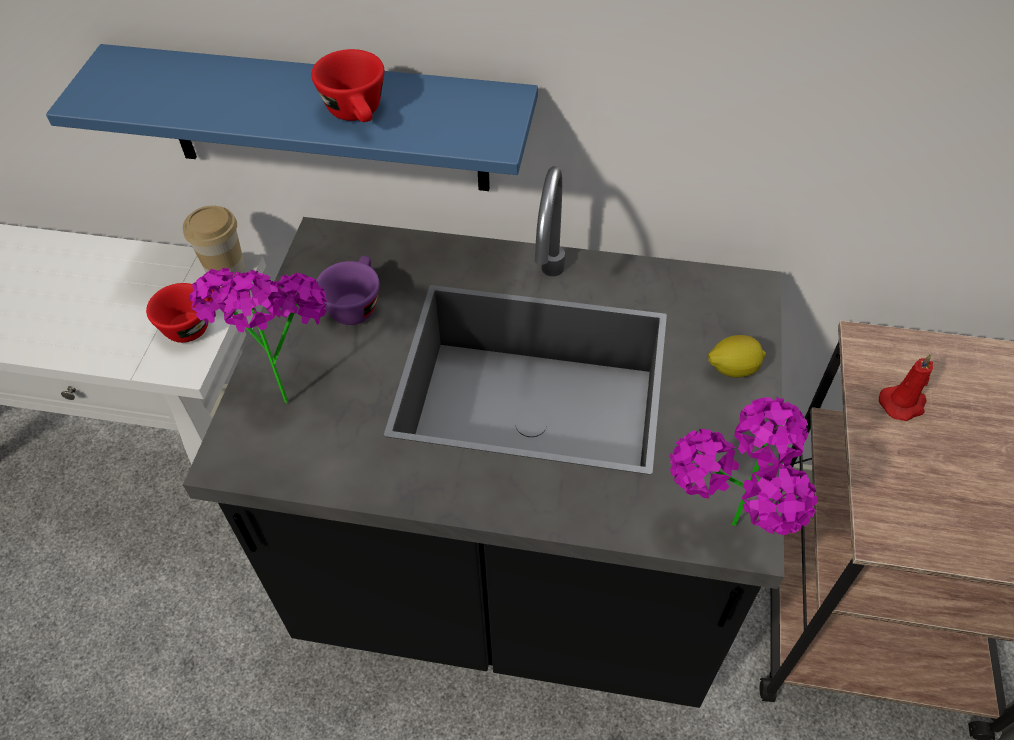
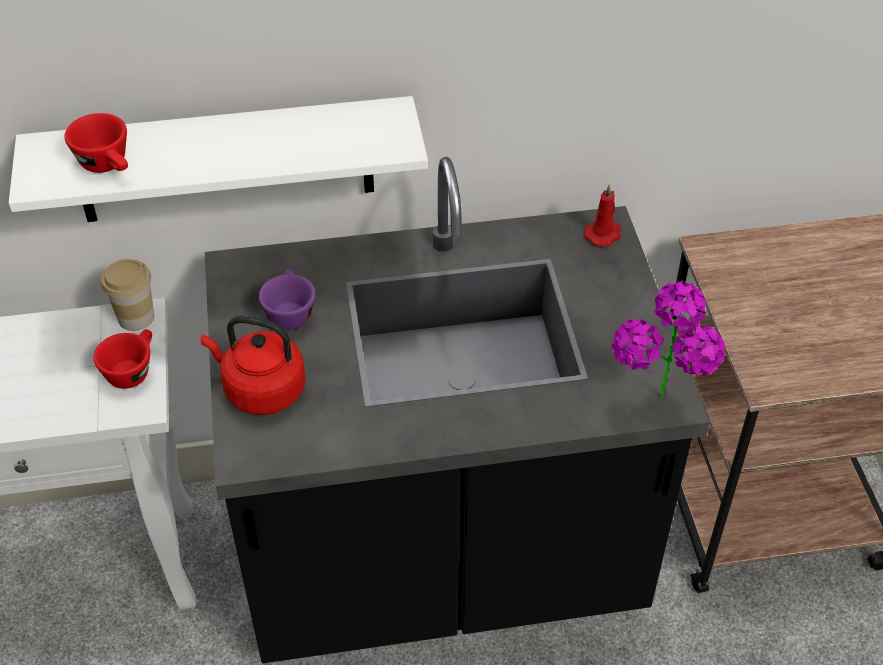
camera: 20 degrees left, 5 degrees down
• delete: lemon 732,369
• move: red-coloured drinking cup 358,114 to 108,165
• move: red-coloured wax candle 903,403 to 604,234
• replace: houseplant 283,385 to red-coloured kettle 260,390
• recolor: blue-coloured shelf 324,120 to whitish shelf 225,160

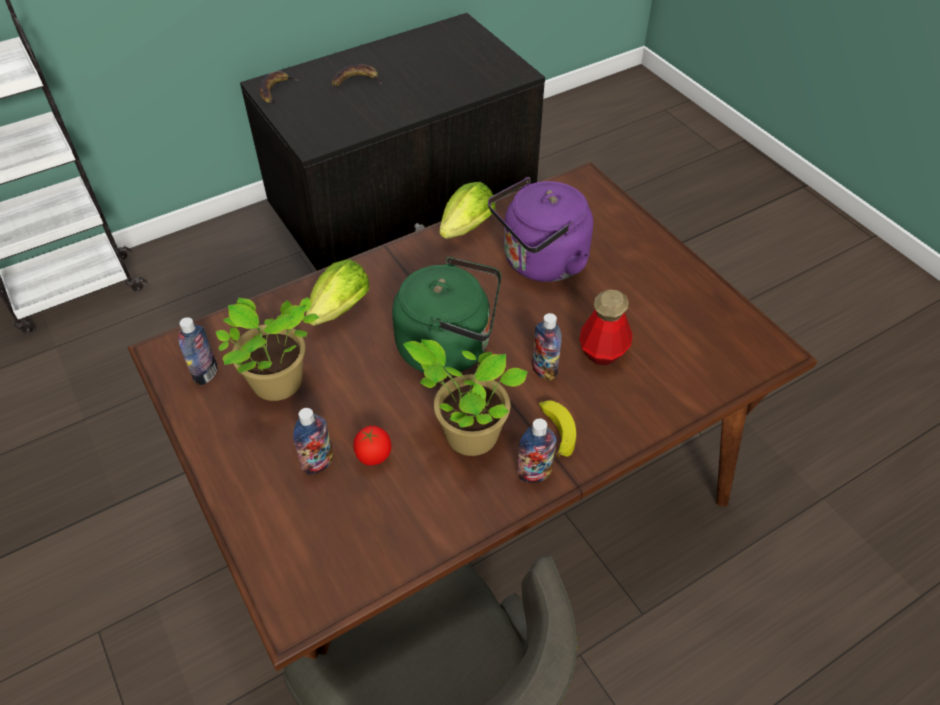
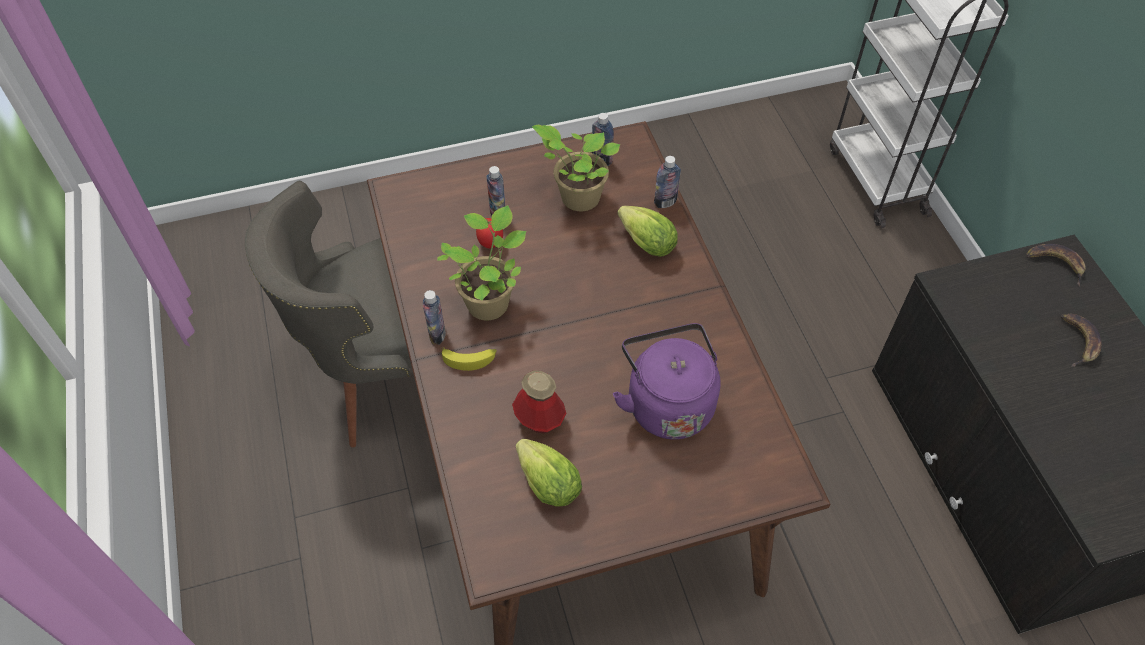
camera: 105 degrees right, 5 degrees up
• delete: greenish kettle 450,347
• move: lettuce 464,230 to 545,481
• move: beverage bottle 544,370 to 665,202

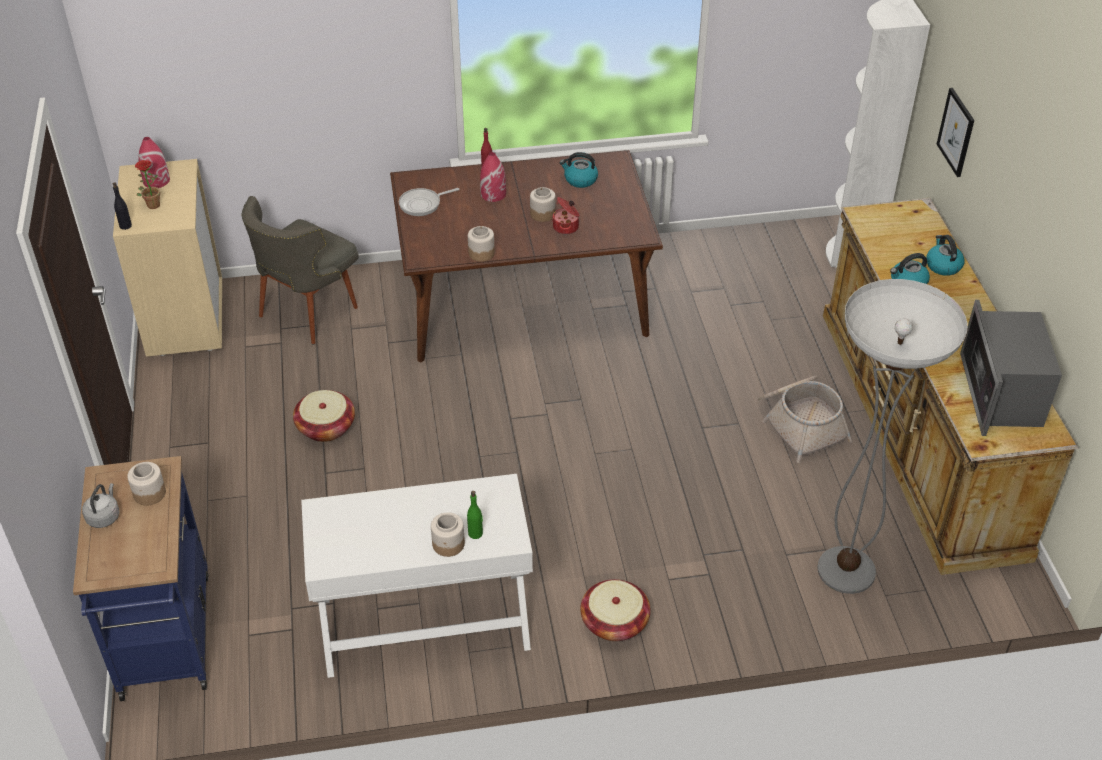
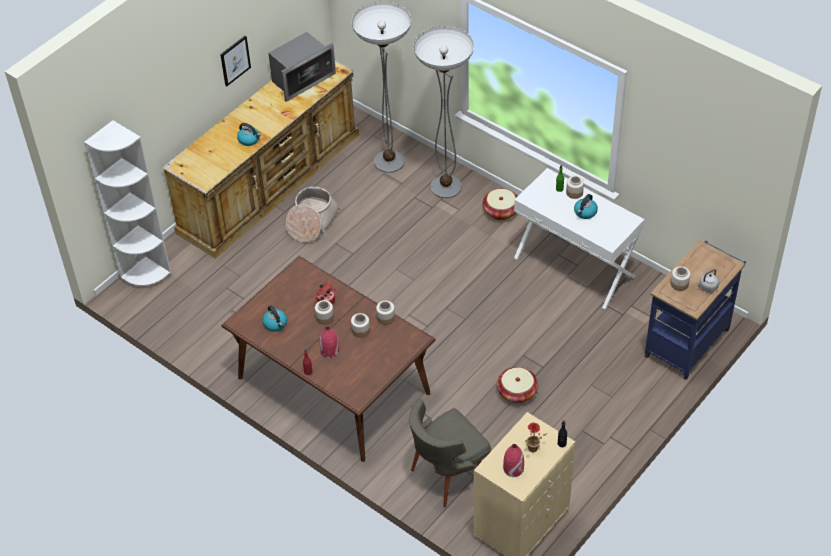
camera: 130 degrees left, 5 degrees up
• delete: frying pan 422,204
• insert: storage jar 361,330
• insert: standard lamp 446,187
• move: kettle 942,265 to 585,212
• move: wall picture 956,132 to 235,60
• rotate: gray upright chair 309,312 = 448,475 150 degrees clockwise

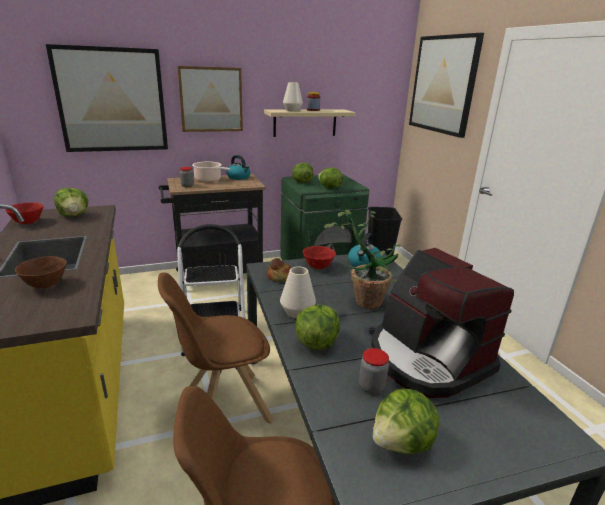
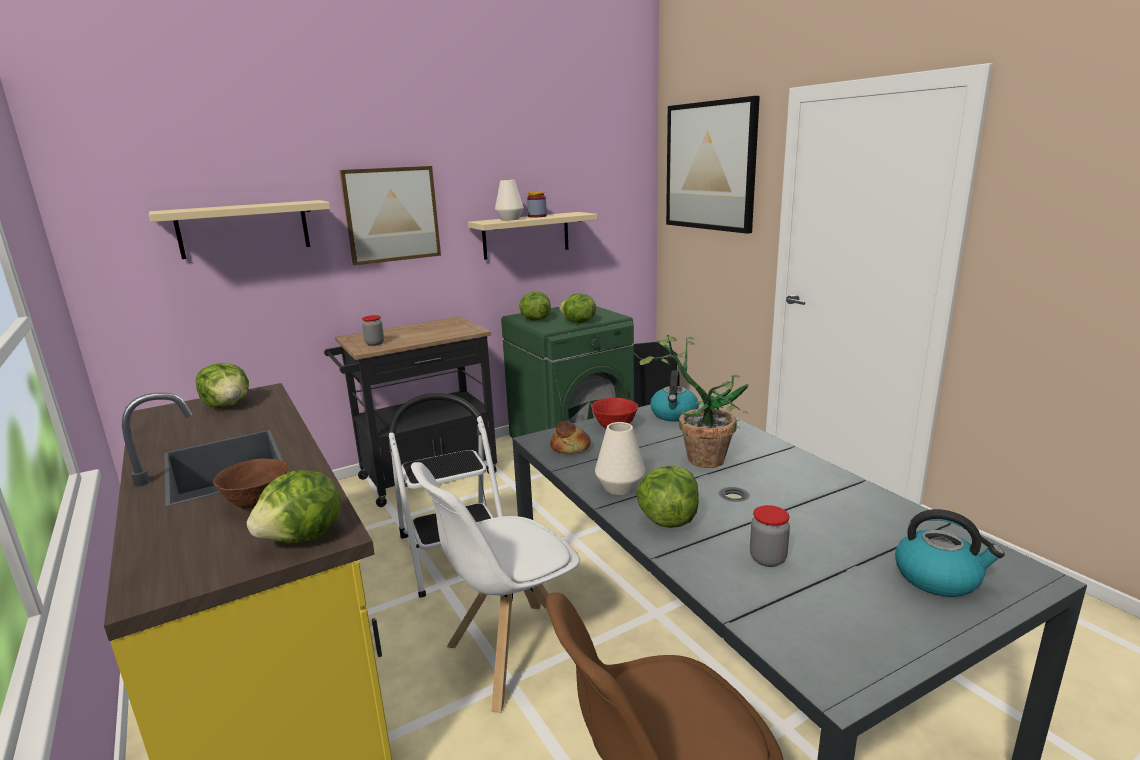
camera: 10 degrees left, 5 degrees down
• delete: red-coloured deep dish 28,222
• delete: saucepot 209,180
• delete: coffee maker 427,358
• move: kettle 239,177 to 938,578
• move: lettuce 402,443 to 304,538
• replace: wall picture 112,100 to beige-coloured shelf 244,229
• recolor: brownish upright chair 222,407 to whitish upright chair 512,656

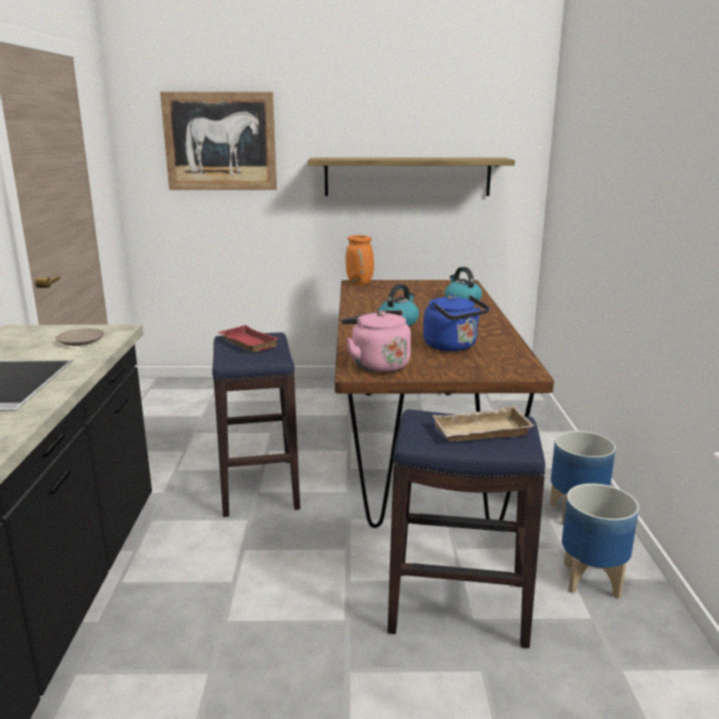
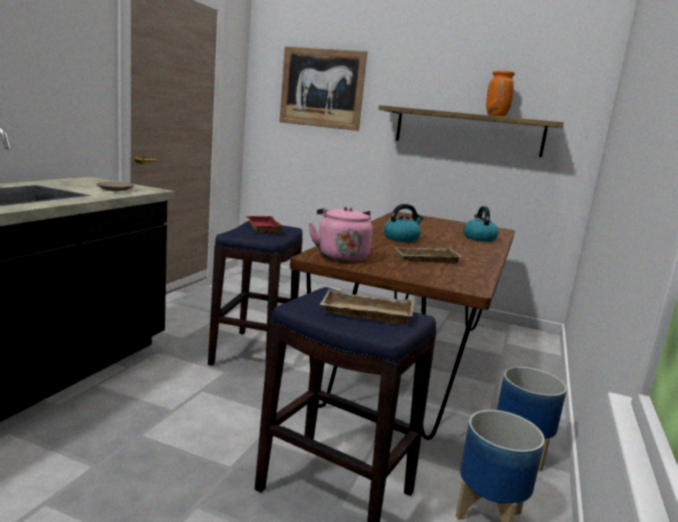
camera: 20 degrees right, 5 degrees down
• move: orange decorative vase 360,283 to 497,116
• replace: blue-coloured kettle 453,347 to beige-coloured tray 425,260

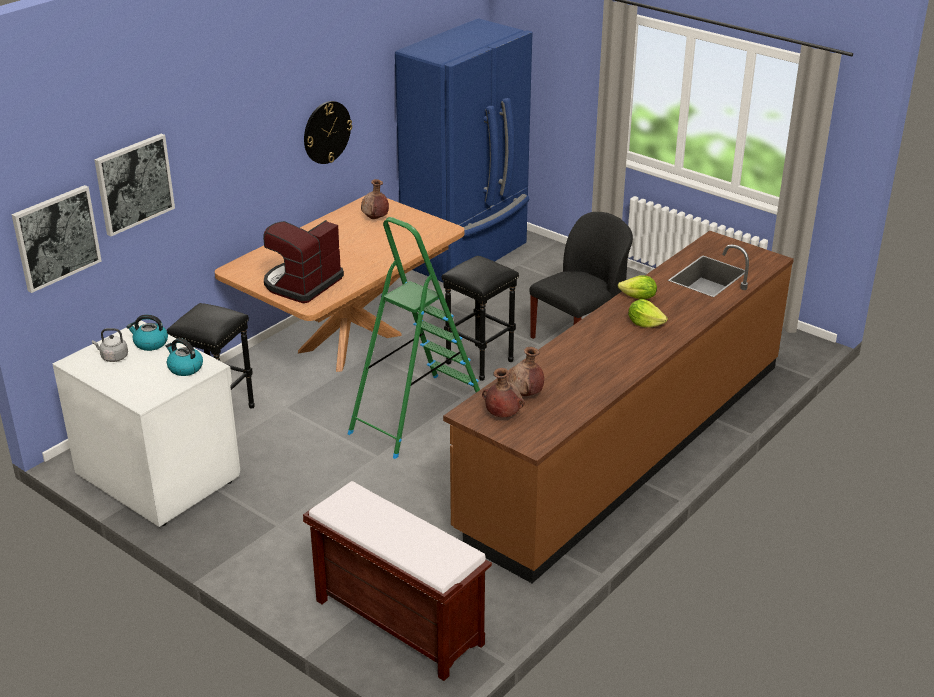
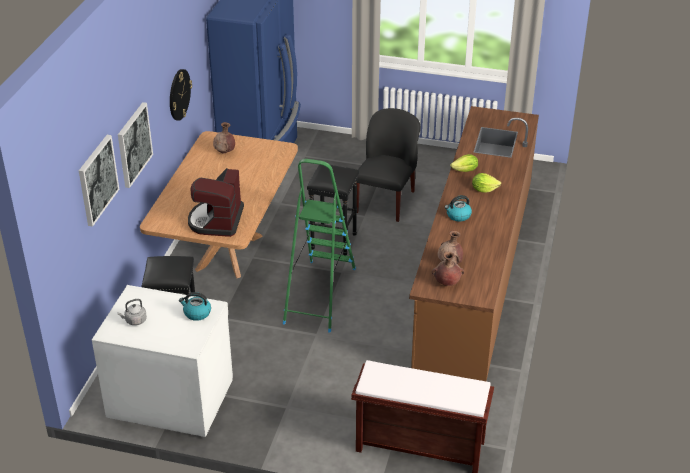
camera: 25 degrees left, 5 degrees up
• move: wall picture 56,237 to 133,144
• move: kettle 150,343 to 458,216

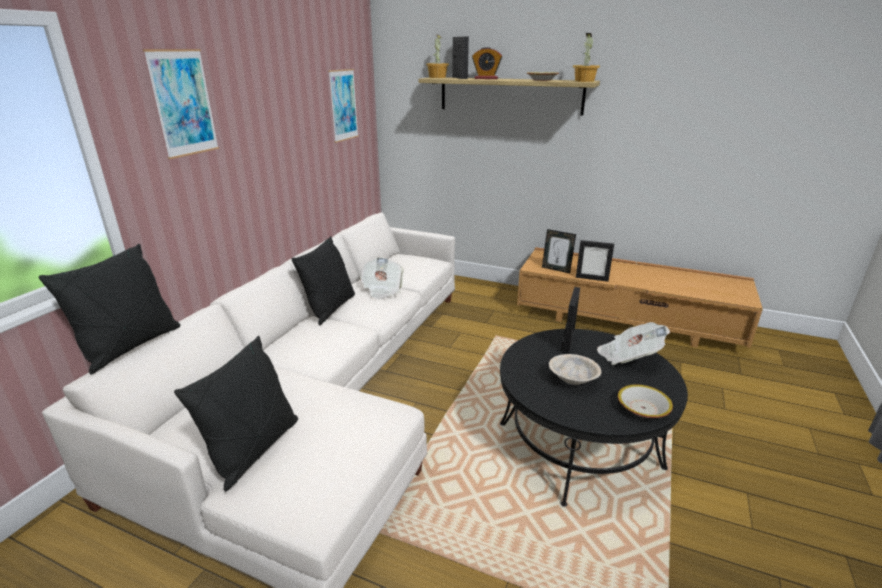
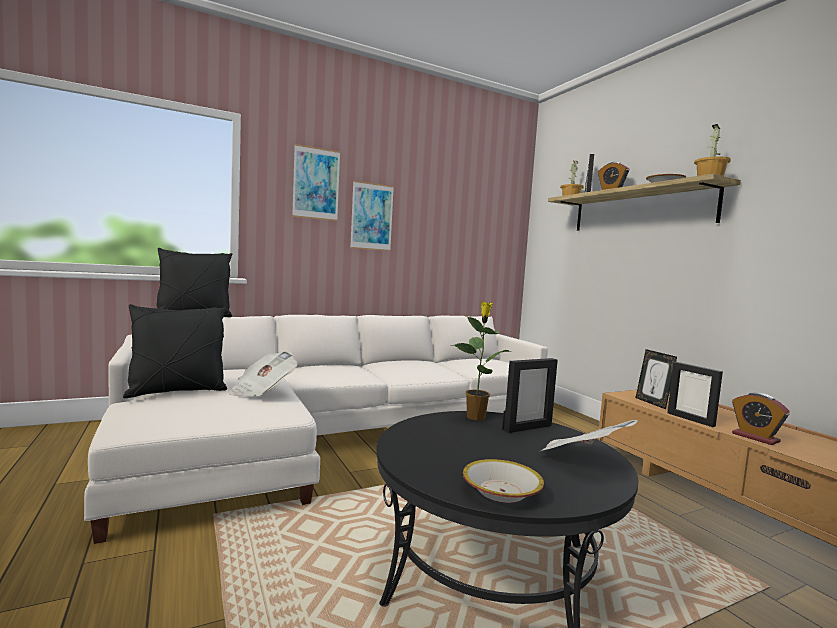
camera: 40 degrees right, 20 degrees down
• delete: blackish pillow 330,308
• delete: beige-coloured deep dish 572,379
• insert: houseplant 476,416
• insert: table clock 755,437
• move: wall picture 343,105 to 372,216
• move: printed paper 382,289 to 262,390

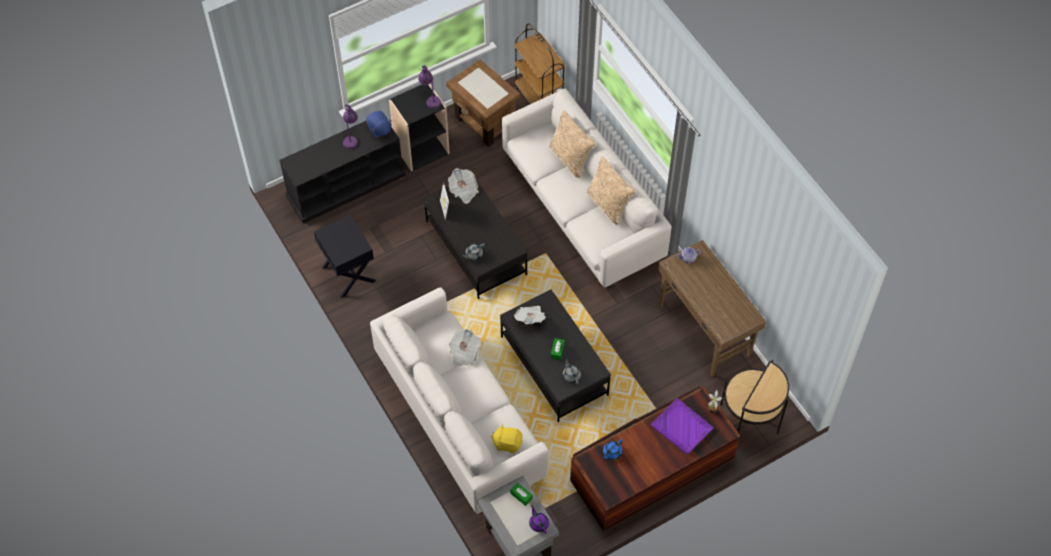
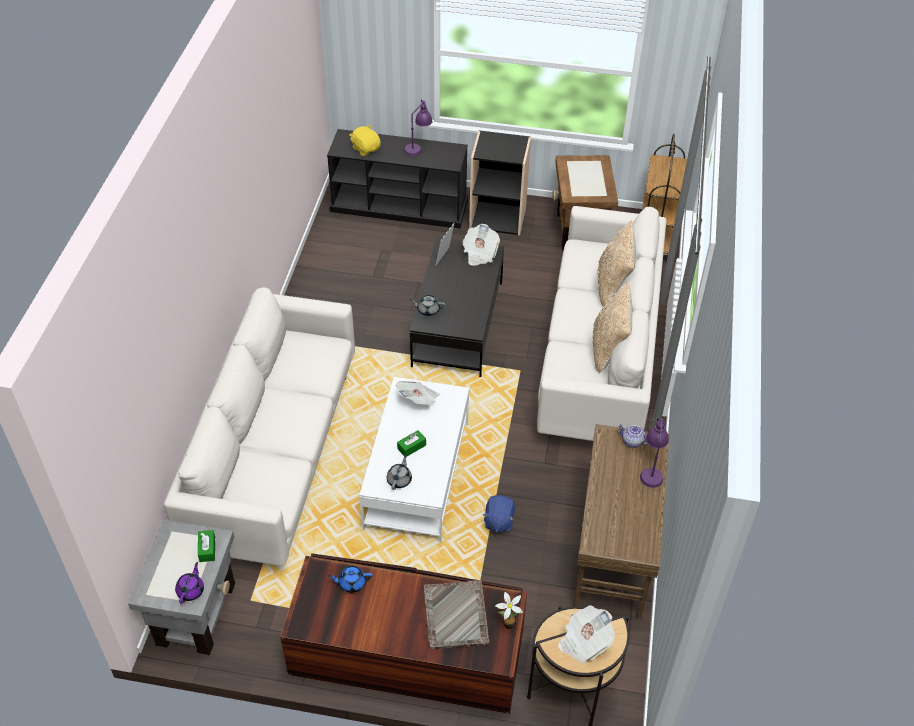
camera: 40 degrees right, 10 degrees down
• delete: blackish night table 348,274
• move: blue-coloured soft toy 379,129 to 498,521
• move: purple-coloured table lamp 430,98 to 651,469
• move: printed paper 464,353 to 584,641
• move: yellowish soft toy 507,443 to 366,149
• recolor: blackish low table 553,366 to whitish low table 417,475
• recolor: purple-coloured tray 682,427 to gray tray 455,616

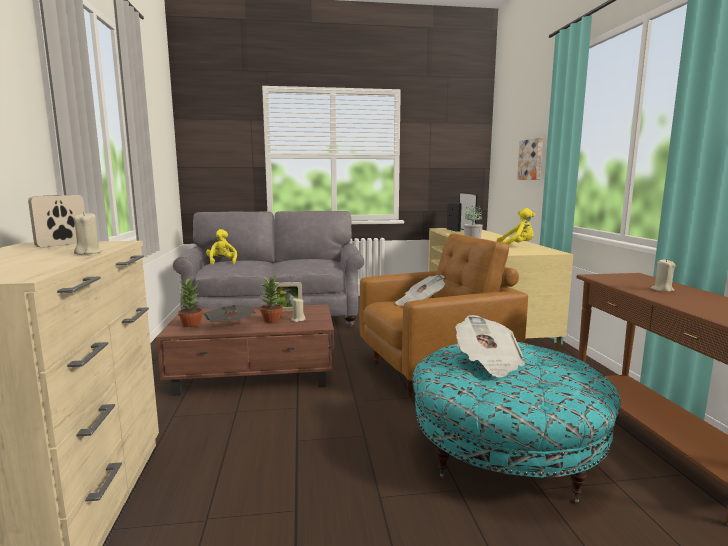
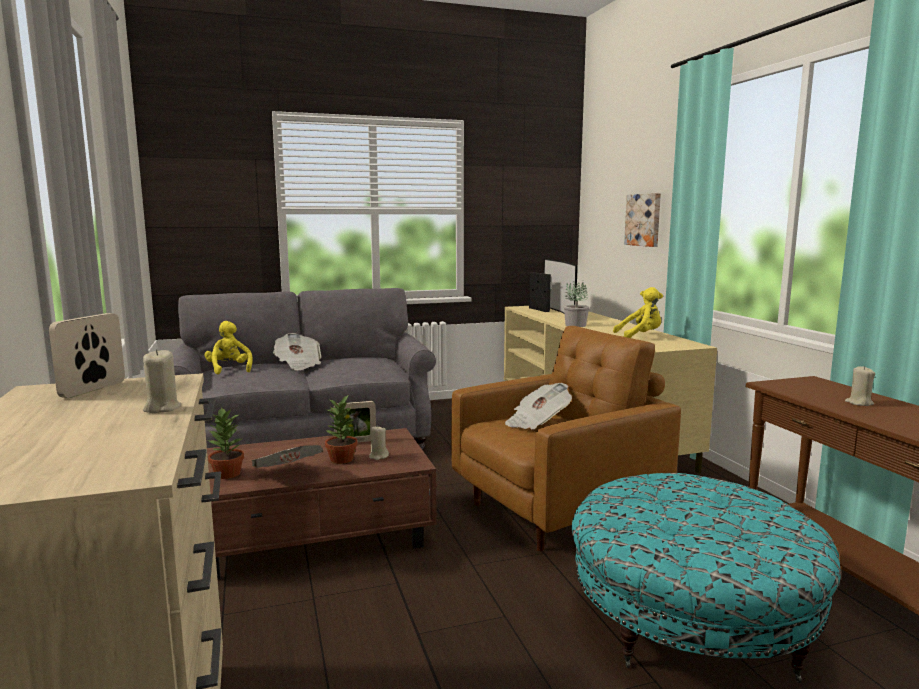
camera: 10 degrees left, 0 degrees up
• move: printed paper 488,363 to 298,364

